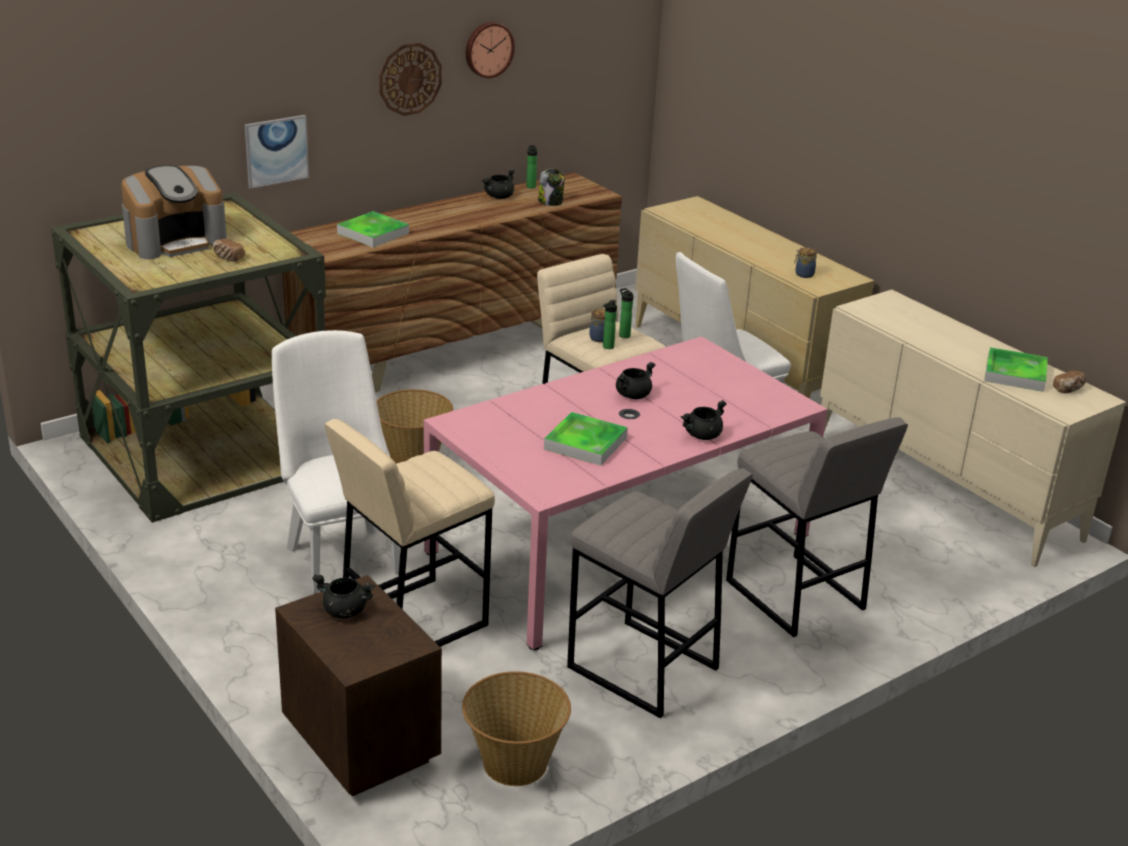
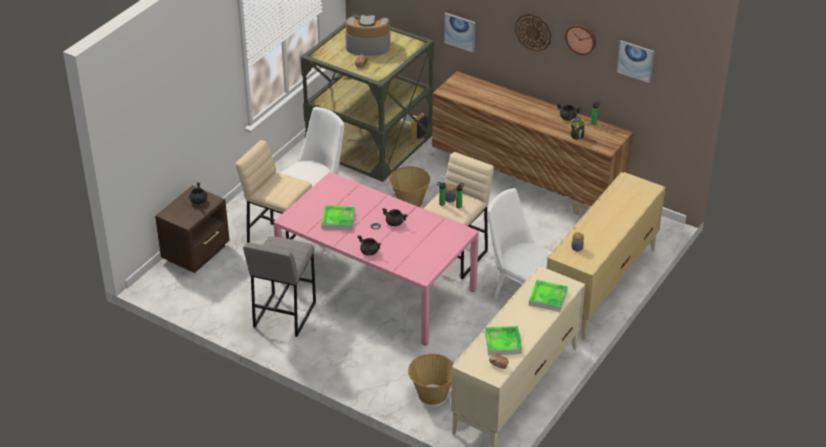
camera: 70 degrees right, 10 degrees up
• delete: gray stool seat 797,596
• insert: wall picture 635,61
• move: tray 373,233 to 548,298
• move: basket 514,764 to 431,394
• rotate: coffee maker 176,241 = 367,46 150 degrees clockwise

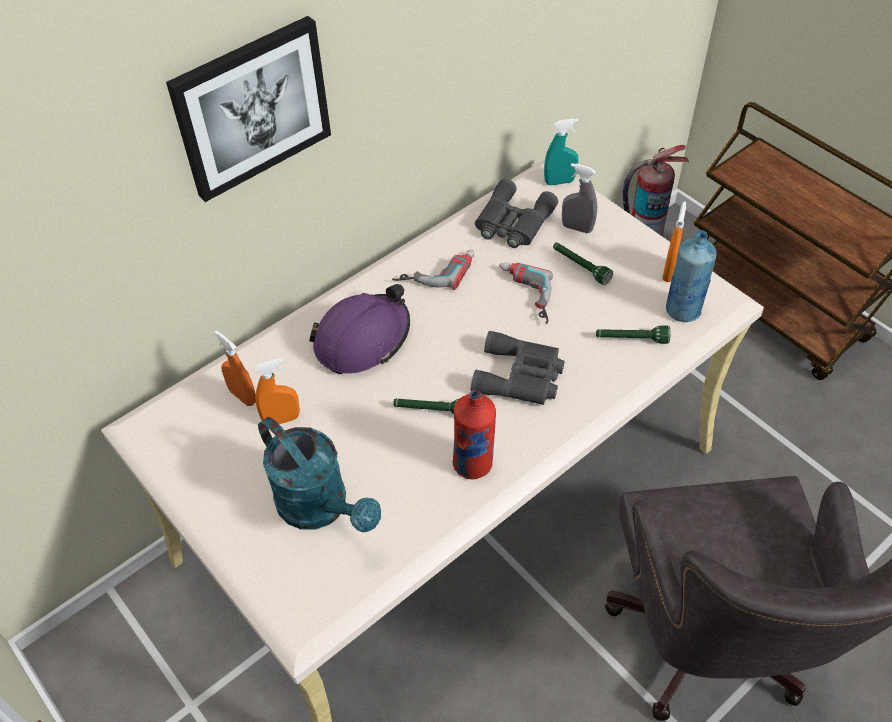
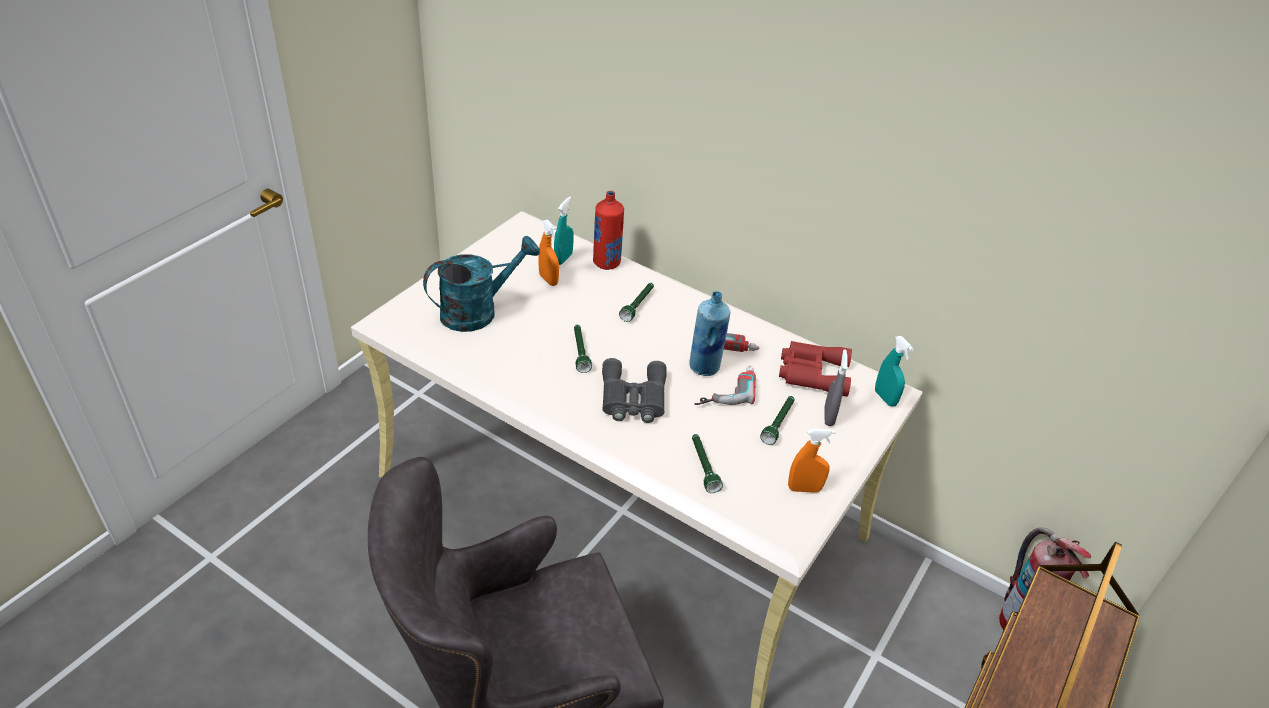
camera: 70 degrees right, 10 degrees down
• delete: wall picture 251,107
• move: red-coloured beverage bottle 473,464 to 606,263
• move: blue-coloured beverage bottle 682,310 to 705,367
• replace: purple-coloured work helmet 362,339 to greenish flashlight 638,305
• recolor: orange hand sprayer 242,396 to turquoise hand sprayer 563,258
• recolor: gray binoculars 512,222 to red-coloured binoculars 811,372
• rotate: turquoise sprinkling can 321,507 = 478,311 150 degrees counterclockwise

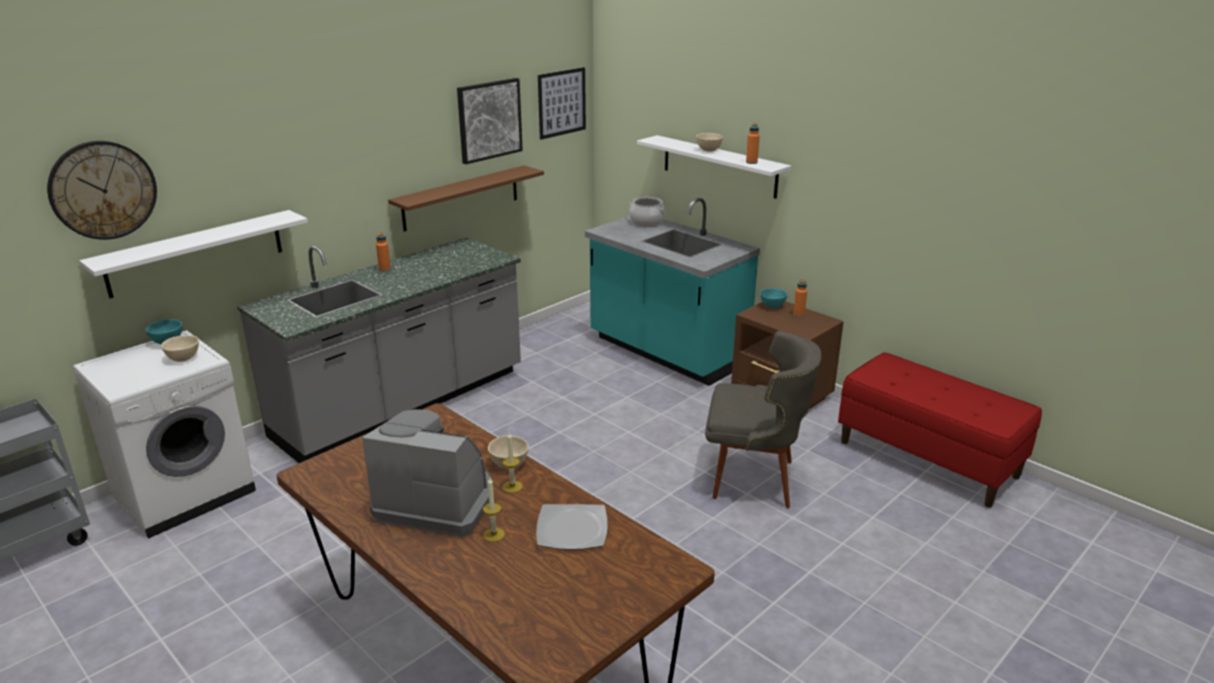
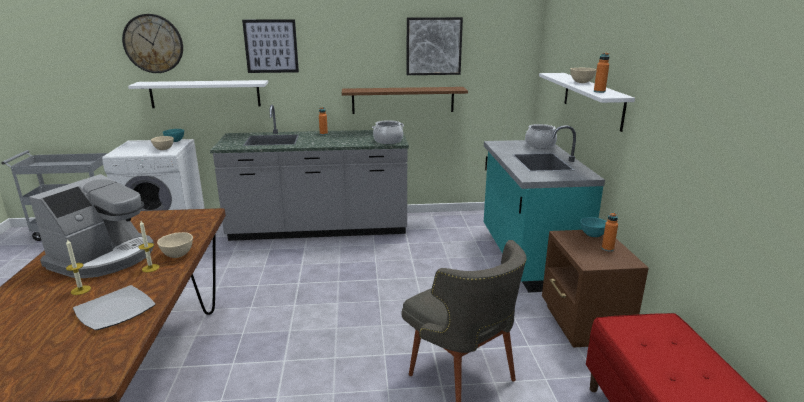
camera: 40 degrees right, 5 degrees down
• insert: saucepot 388,141
• move: wall picture 562,103 to 271,46
• rotate: coffee maker 437,501 = 105,257 60 degrees clockwise

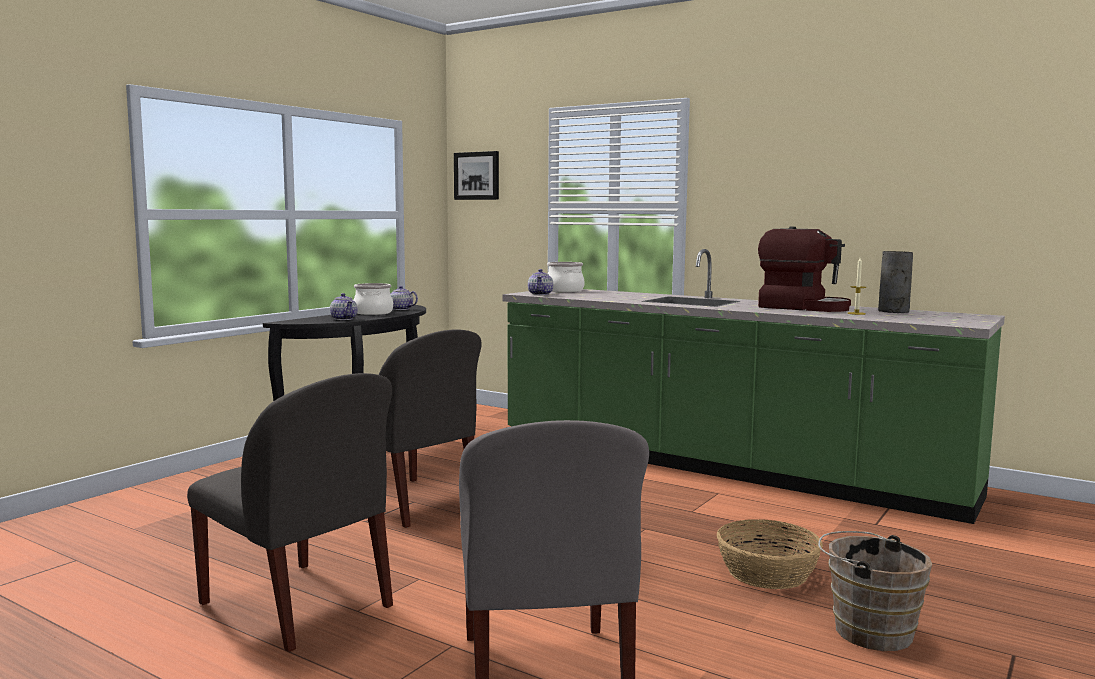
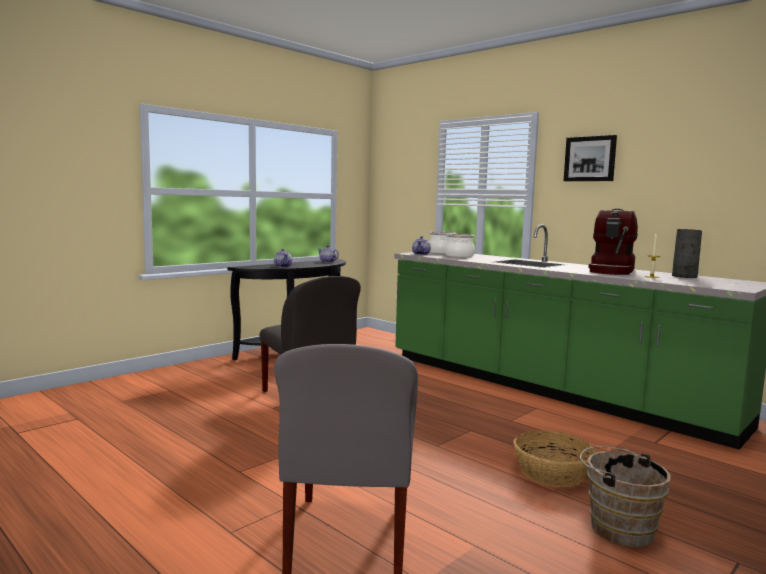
camera: 10 degrees right, 0 degrees up
• delete: gray upright chair 299,607
• move: saucepot 372,313 to 459,256
• move: wall picture 477,176 to 590,159
• rotate: coffee maker 803,307 = 612,270 75 degrees clockwise

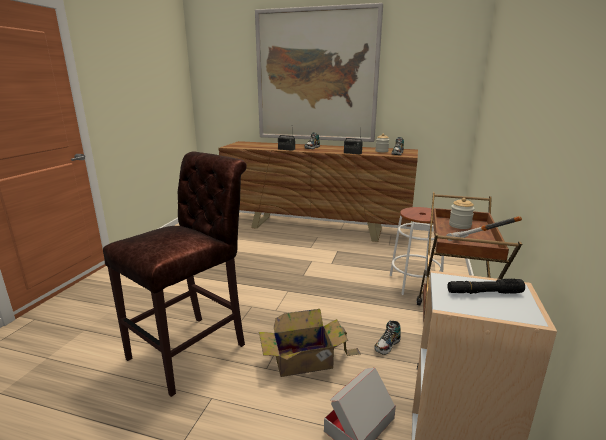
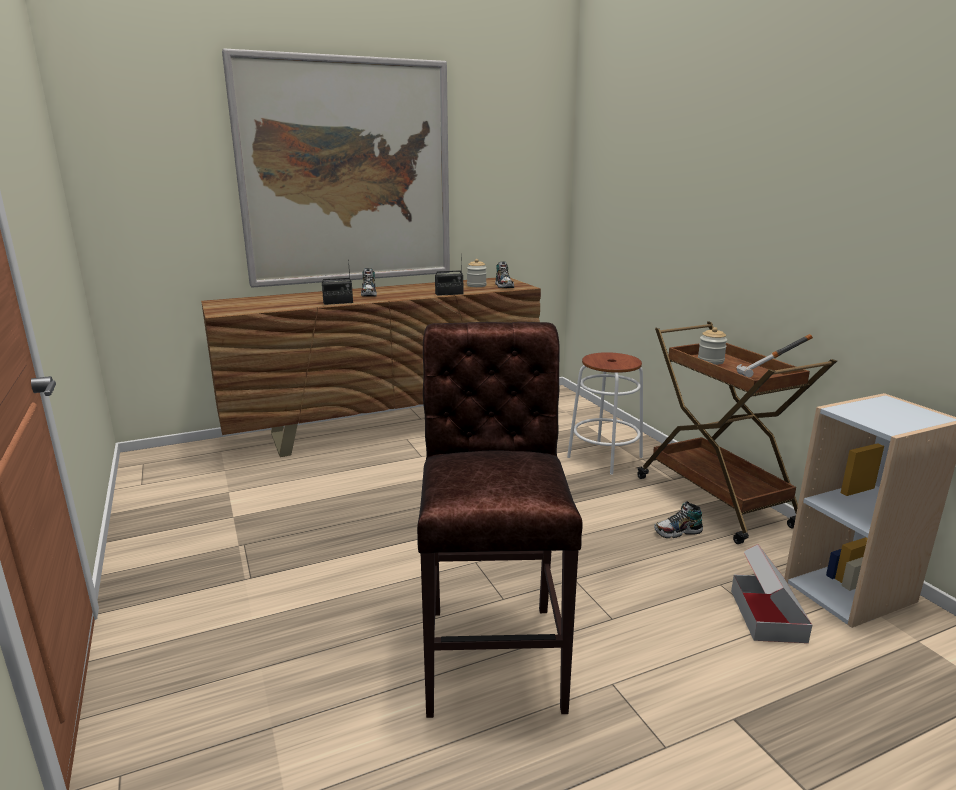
camera: 40 degrees left, 0 degrees up
• delete: carton 306,360
• delete: blackish flashlight 484,293
• rotate: shoe 387,345 = 678,532 75 degrees clockwise

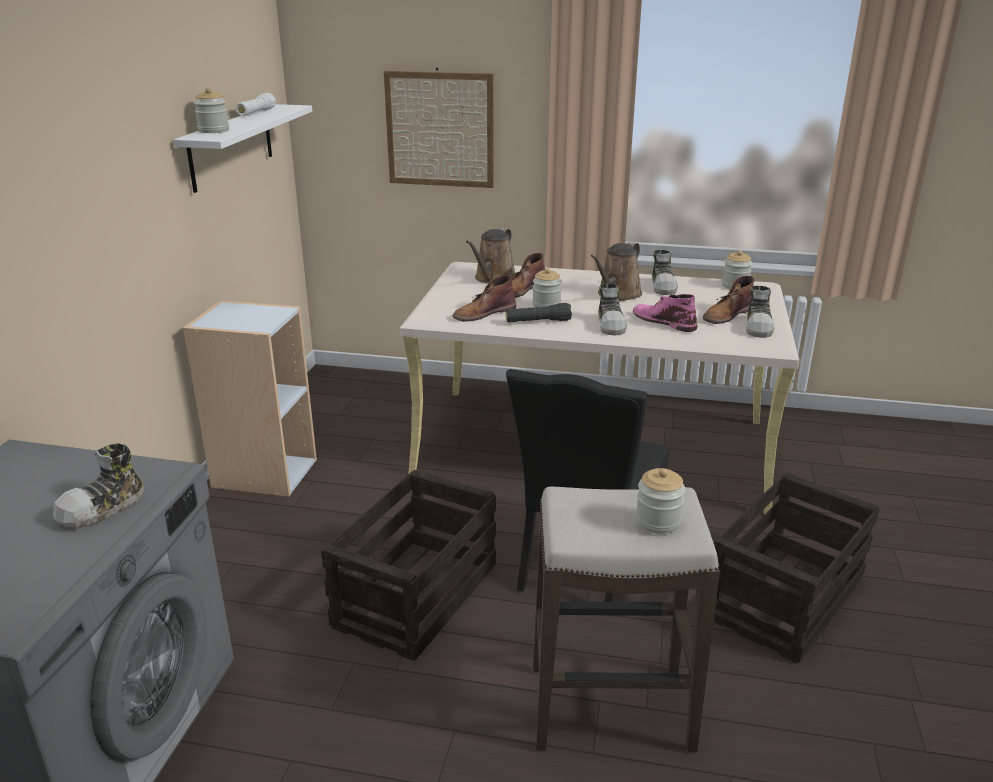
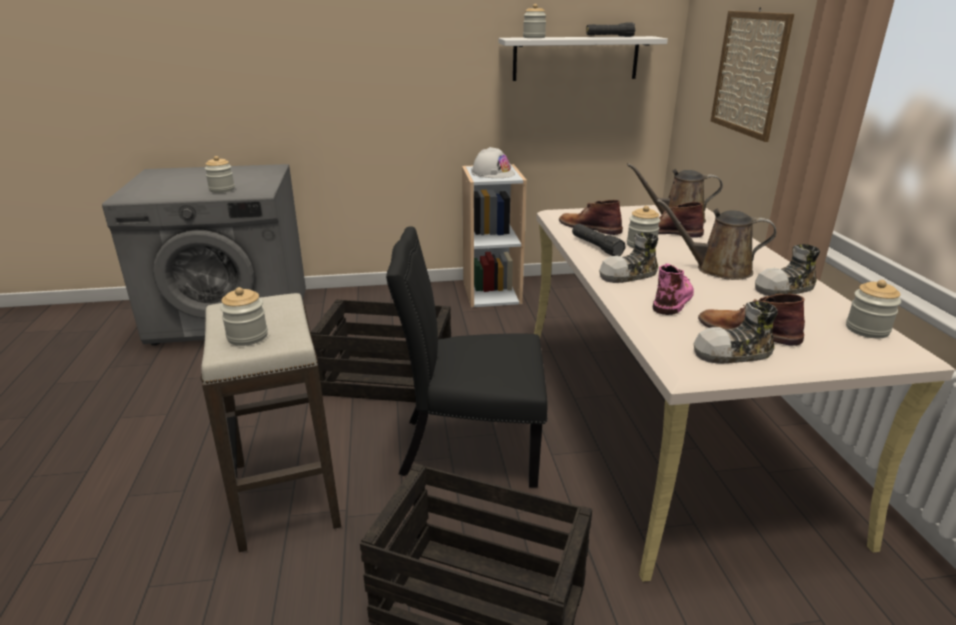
camera: 70 degrees right, 0 degrees up
• insert: whitish work helmet 493,173
• replace: shoe 103,508 to storage jar 222,189
• recolor: whitish flashlight 256,113 to blackish flashlight 609,36

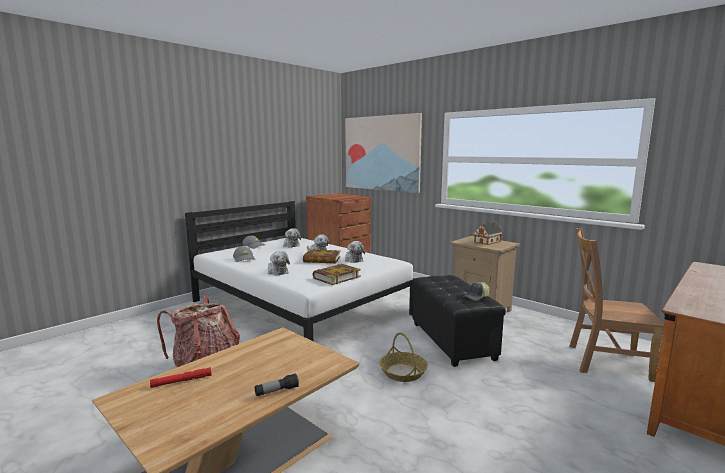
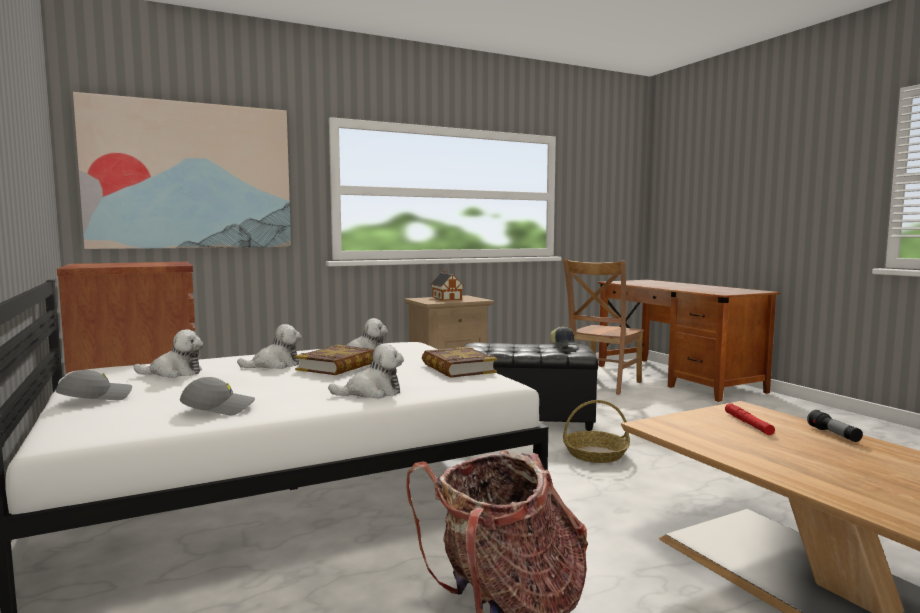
camera: 70 degrees left, 5 degrees down
• move: red-coloured flashlight 181,381 to 748,424

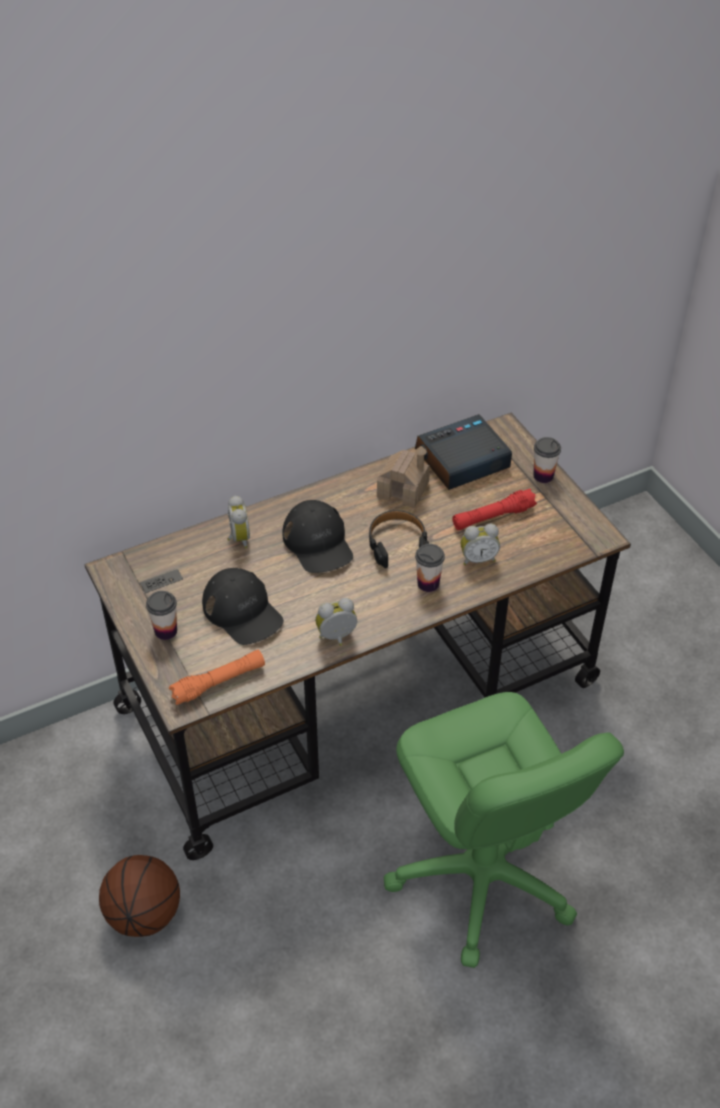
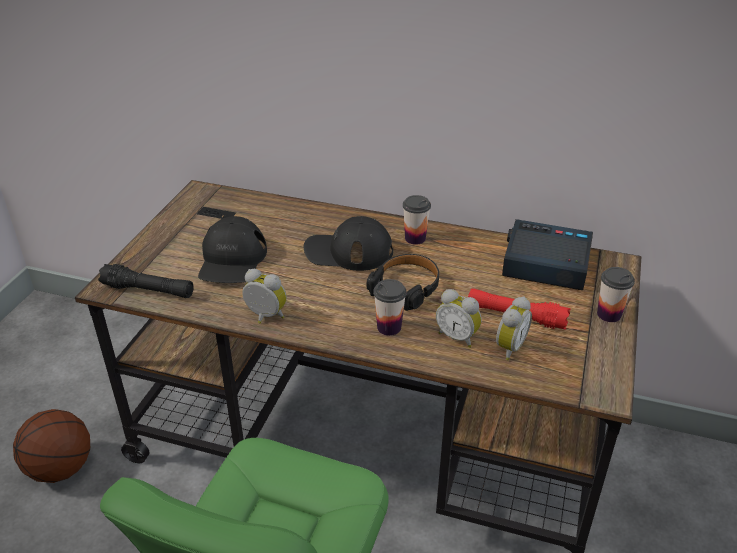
camera: 45 degrees right, 10 degrees down
• delete: model house 403,489
• move: drinking cup 166,631 to 415,238
• move: table clock 238,538 to 508,347
• recolor: orange flashlight 219,682 to blackish flashlight 148,290
• rotate: blackish baseball cap 318,543 = 348,251 75 degrees clockwise

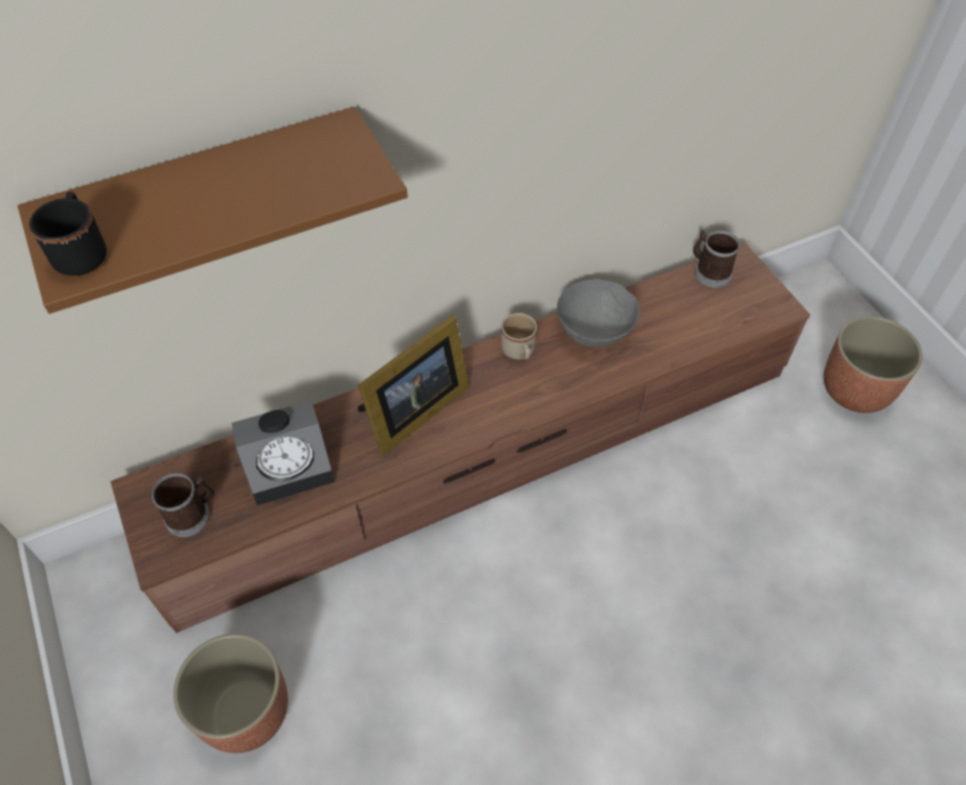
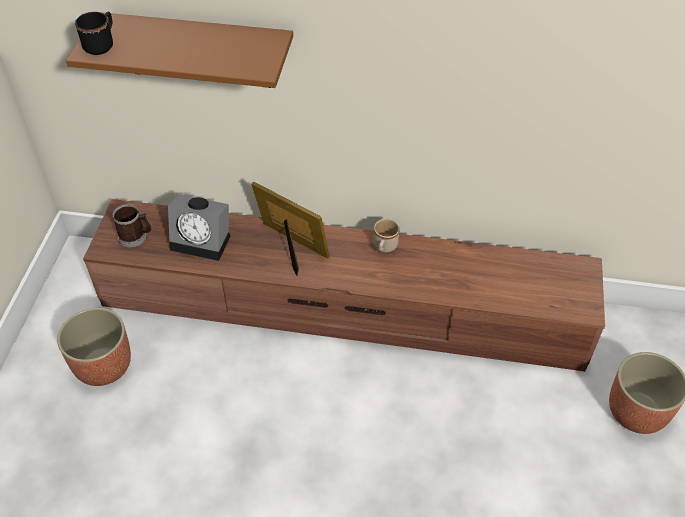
camera: 35 degrees right, 5 degrees down
• delete: gray deep dish 594,330
• delete: mug 709,271
• rotate: picture frame 412,412 = 292,247 135 degrees counterclockwise

